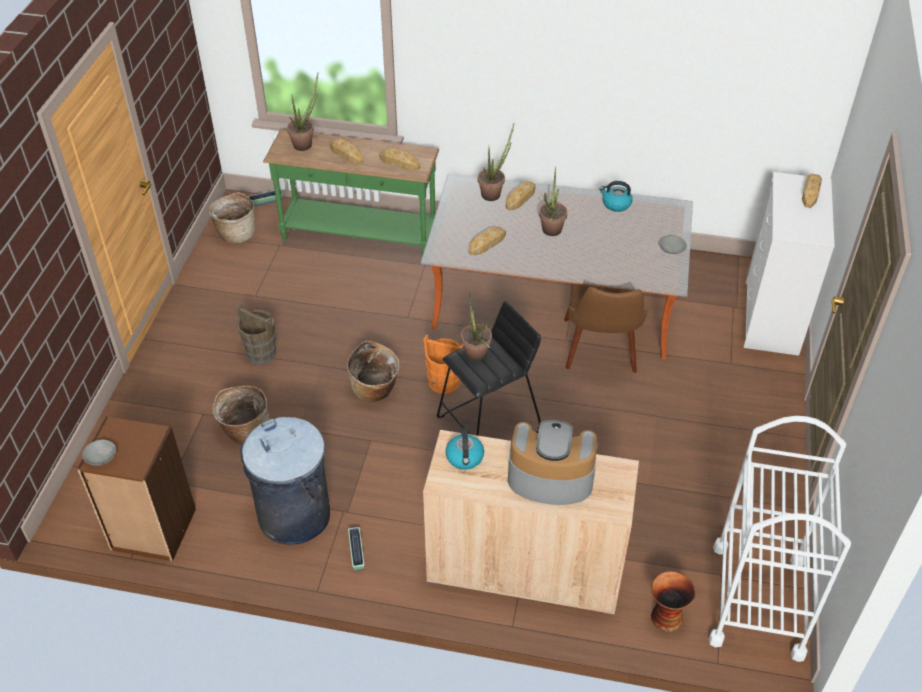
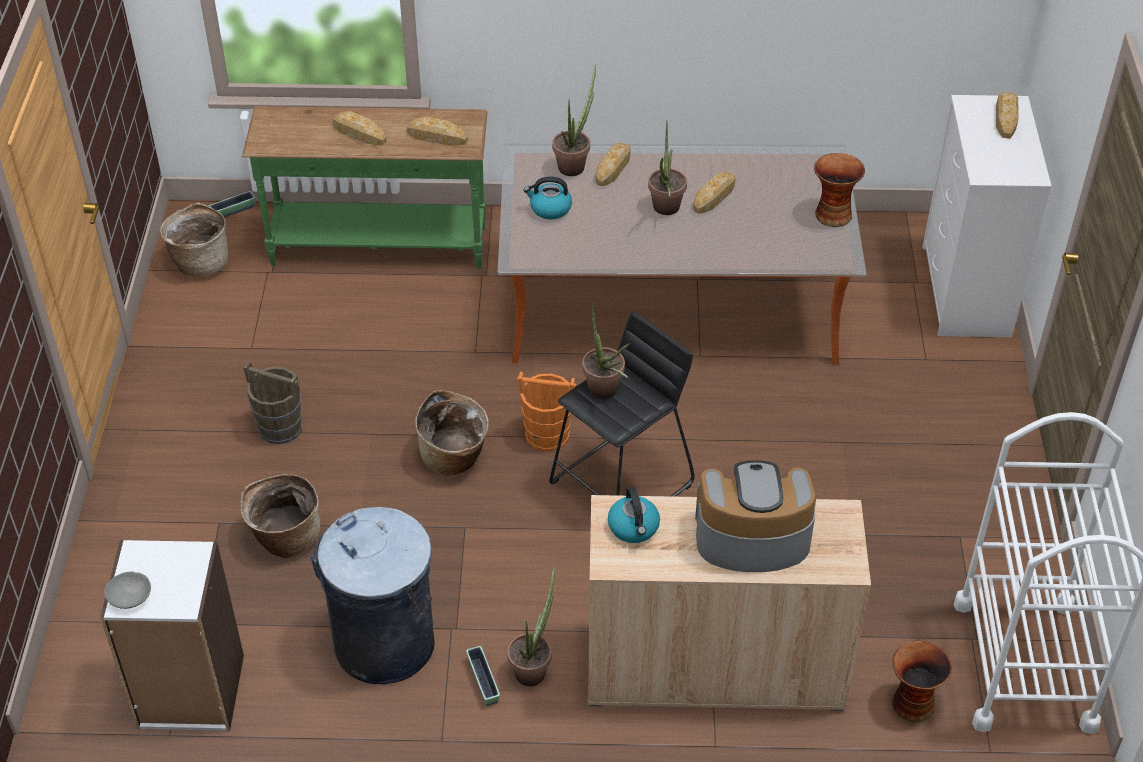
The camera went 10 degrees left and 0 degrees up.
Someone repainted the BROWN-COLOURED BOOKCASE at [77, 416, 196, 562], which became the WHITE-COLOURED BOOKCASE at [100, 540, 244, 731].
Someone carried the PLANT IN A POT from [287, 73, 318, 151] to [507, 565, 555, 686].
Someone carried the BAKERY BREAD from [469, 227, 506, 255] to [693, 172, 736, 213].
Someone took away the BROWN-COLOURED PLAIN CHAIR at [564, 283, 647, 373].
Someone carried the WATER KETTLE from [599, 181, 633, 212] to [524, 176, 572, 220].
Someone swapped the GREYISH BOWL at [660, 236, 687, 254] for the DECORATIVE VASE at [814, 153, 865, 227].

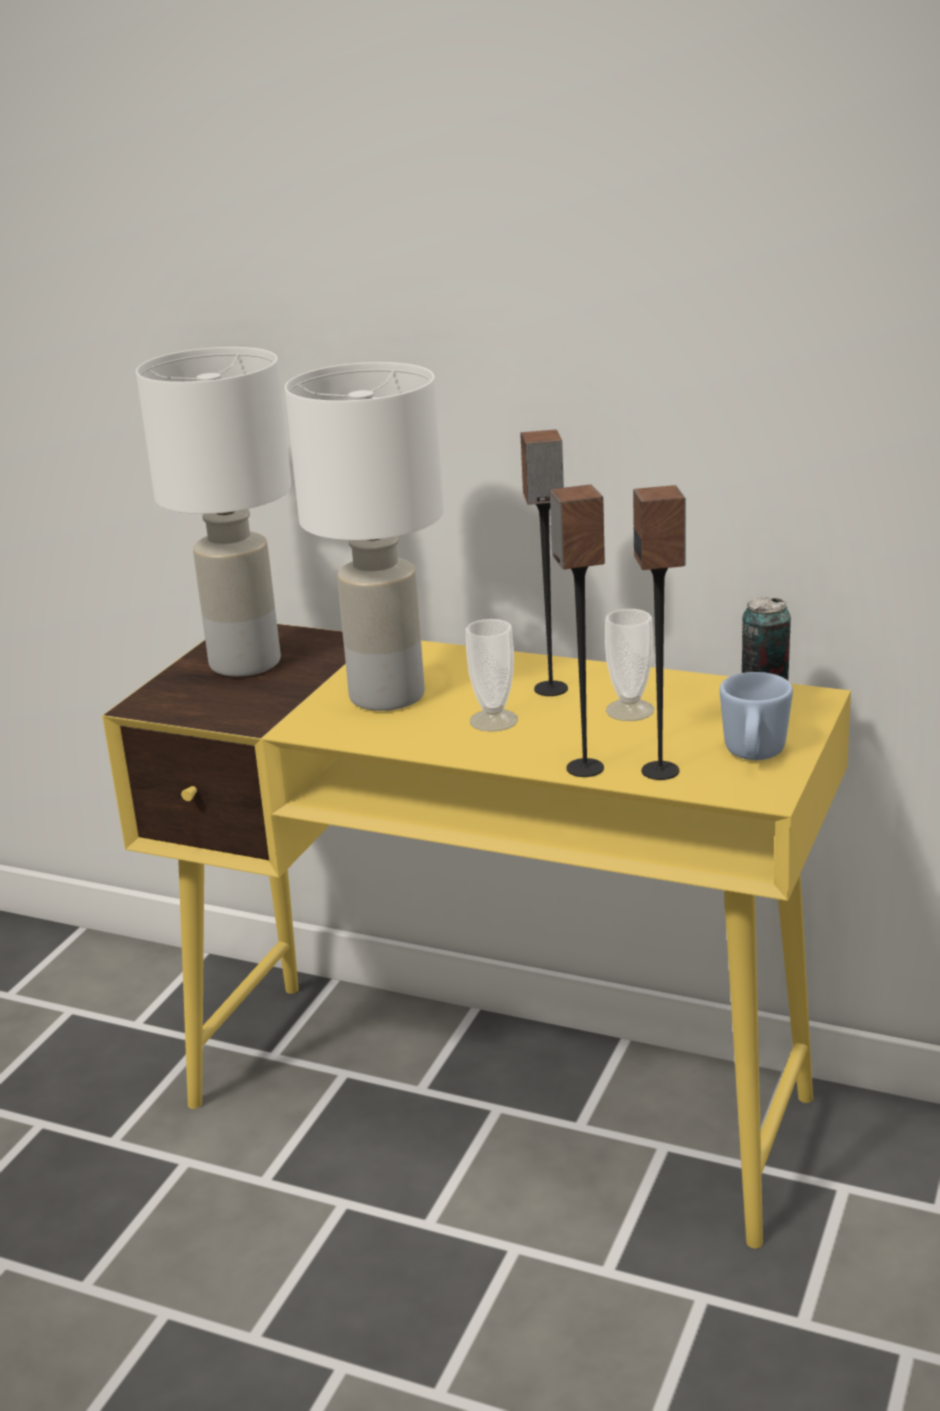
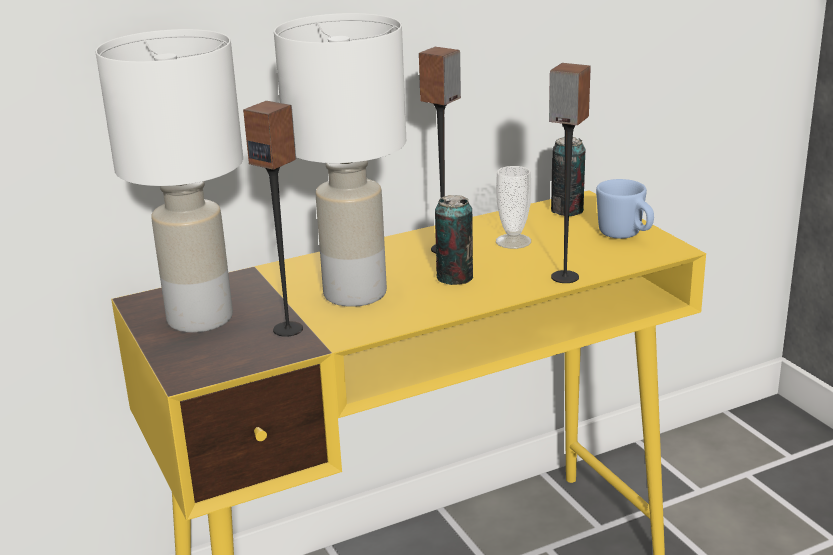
The camera went 50 degrees left and 0 degrees up.
Someone swapped the CUP at [466, 619, 518, 732] for the SEALED CAN at [435, 195, 473, 285].
Someone carried the LOUDSPEAKER from [633, 485, 686, 780] to [243, 101, 303, 337].

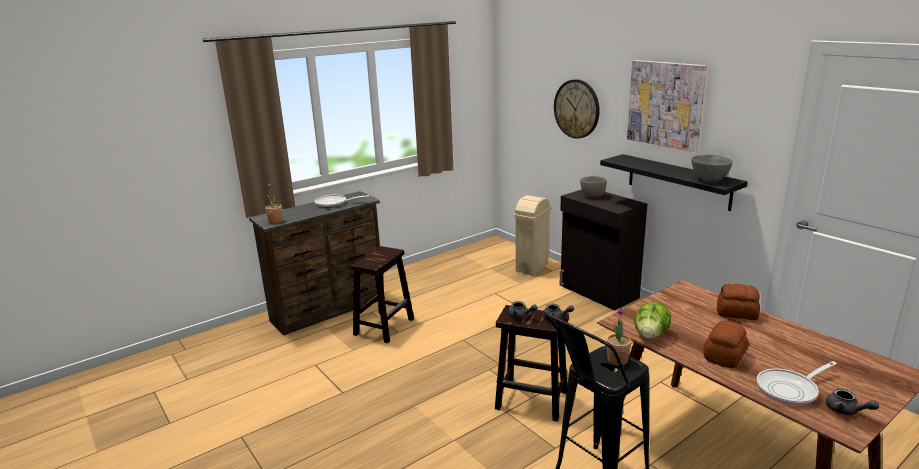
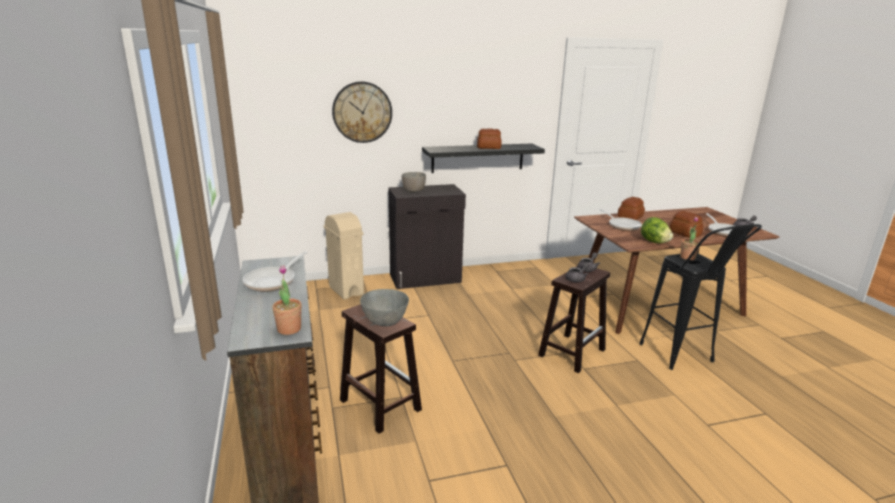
The camera went 70 degrees left and 0 degrees up.
Someone took away the WALL ART at [627, 60, 707, 152].
Someone carried the GREYISH BOWL from [691, 155, 733, 182] to [360, 289, 409, 326].
Someone put down the BAKERY BREAD at [477, 129, 501, 149].
Someone put down the FRYING PAN at [599, 209, 642, 231].

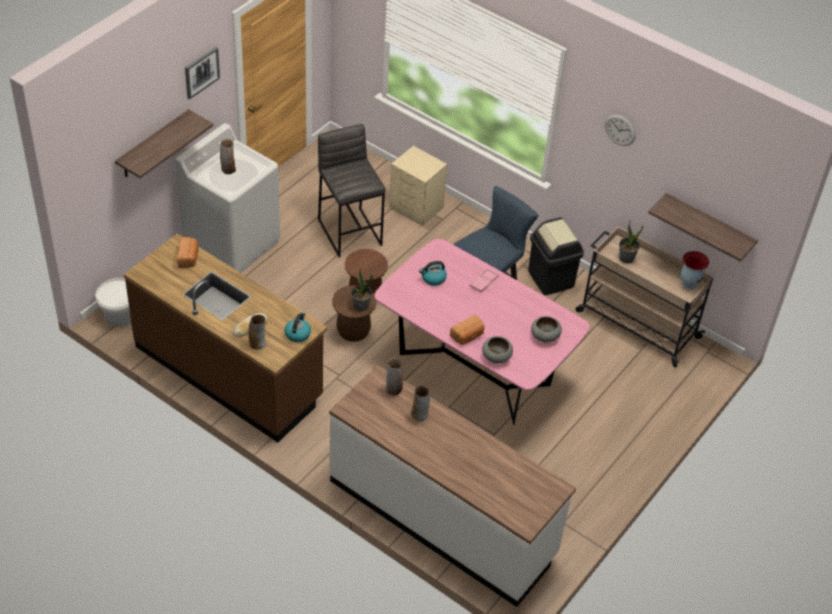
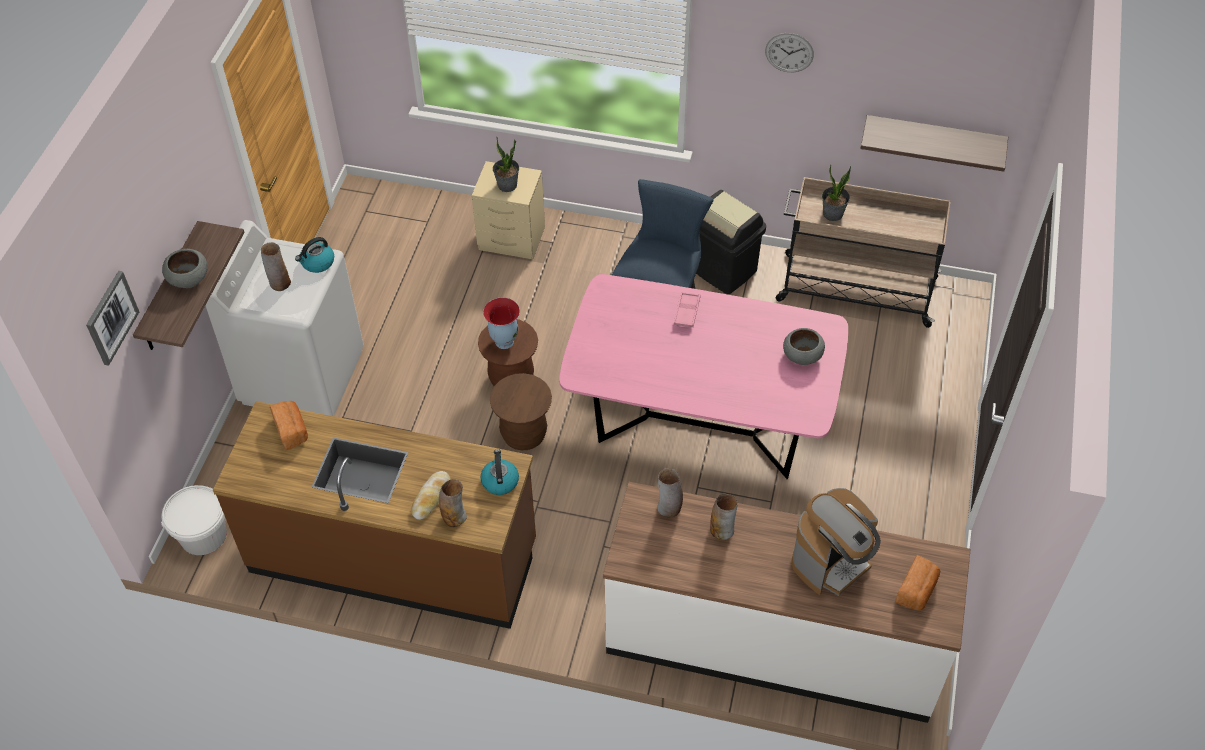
The camera went 20 degrees left and 5 degrees up.
Someone carried the WALL ART from [185, 47, 220, 99] to [86, 271, 139, 366].
Someone took away the GREYISH STOOL at [318, 124, 385, 257].
Someone carried the PLANT IN A POT from [351, 268, 373, 311] to [493, 137, 519, 192].
Someone carried the WATER KETTLE from [419, 261, 447, 286] to [295, 237, 334, 273].
Someone carried the BAKERY BREAD from [450, 315, 484, 345] to [895, 555, 940, 611].
Someone carried the GREYISH BOWL from [482, 336, 513, 364] to [162, 249, 208, 288].
Someone carried the DECORATIVE VASE from [681, 251, 709, 290] to [483, 298, 520, 349].
Someone put down the COFFEE BREWER at [791, 488, 881, 596].

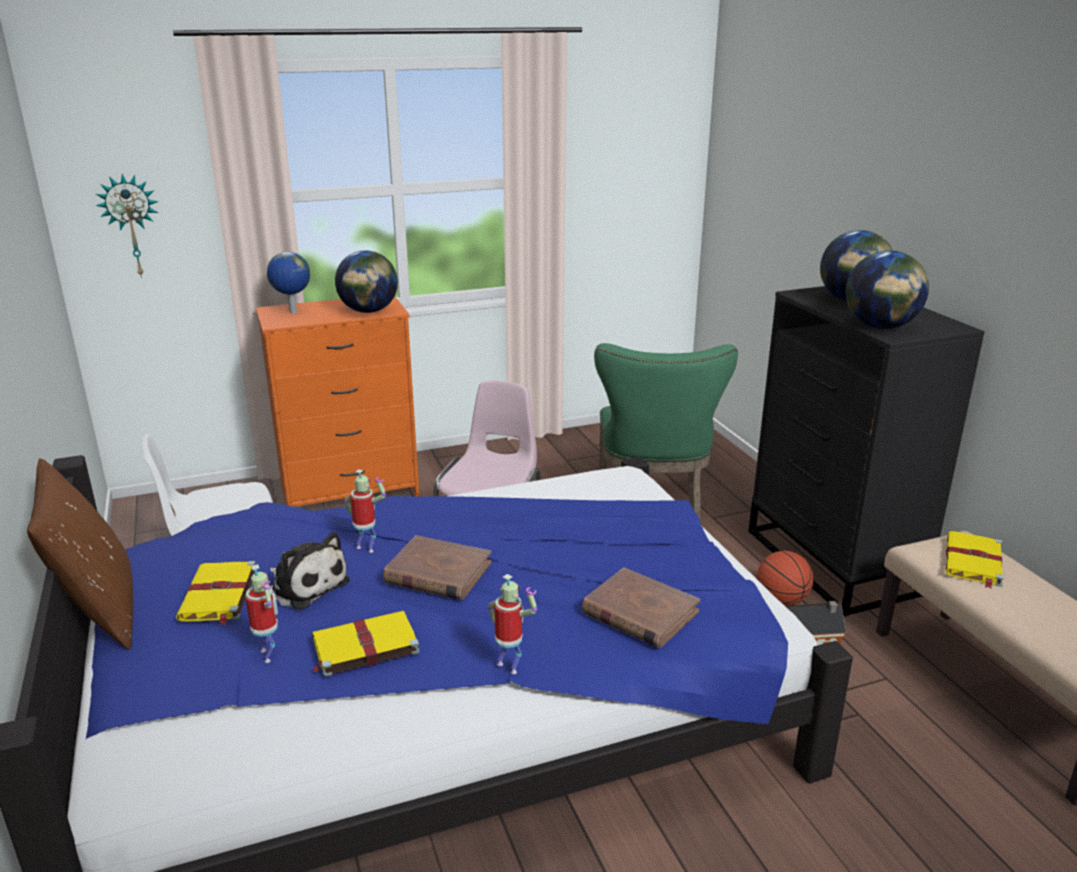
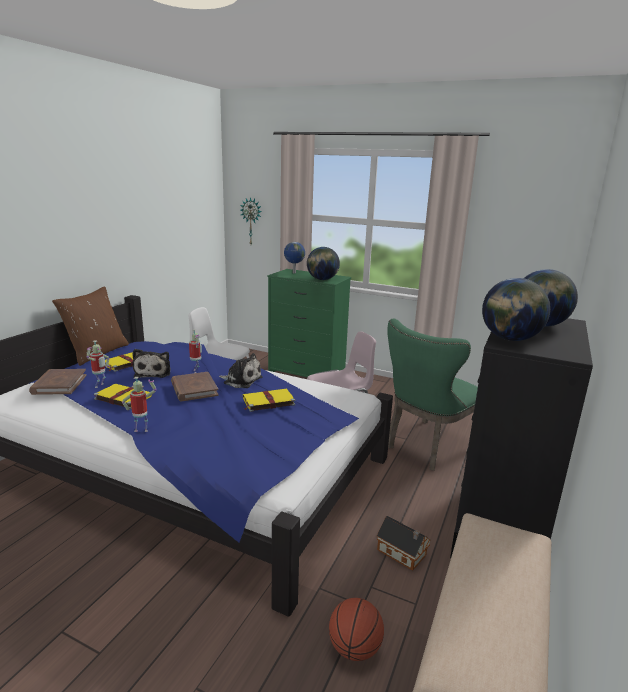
The camera went 45 degrees right and 5 degrees down.
Someone repainted the ORANGE-COLOURED DRESSER at [256, 296, 419, 507], which became the GREEN-COLOURED DRESSER at [268, 269, 351, 377].
Someone rotated the ROBOT FIGURE at [487, 574, 537, 674] by 90 degrees counterclockwise.
Someone carried the BROWN-COLOURED BOOK from [582, 567, 700, 648] to [29, 369, 87, 395].
Someone carried the BASKETBALL from [757, 551, 814, 606] to [329, 598, 384, 661].
Someone carried the YELLOW-COLOURED BOOK from [945, 531, 1004, 589] to [243, 389, 295, 412].
Someone put down the PLUSH TOY at [219, 353, 263, 388].

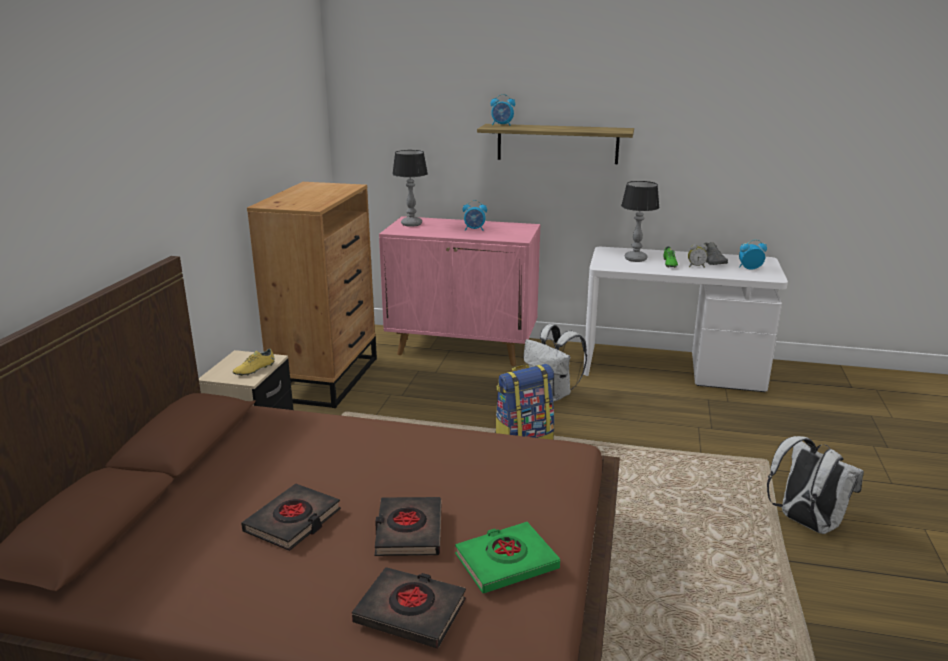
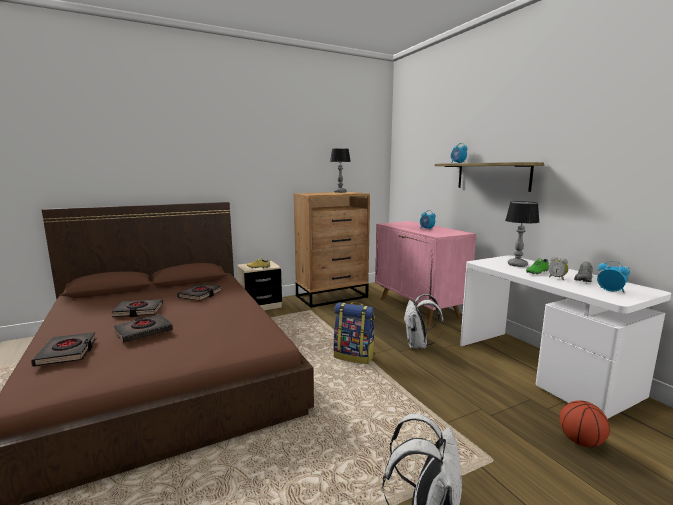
The camera went 50 degrees right and 10 degrees down.
Someone carried the TABLETOP LAMP from [392, 150, 428, 227] to [330, 148, 351, 193].
Someone took away the GREEN-COLOURED BOOK at [455, 522, 560, 593].
Someone put down the BLACK-COLOURED BOOK at [177, 284, 222, 301].
Someone put down the BASKETBALL at [560, 400, 610, 447].

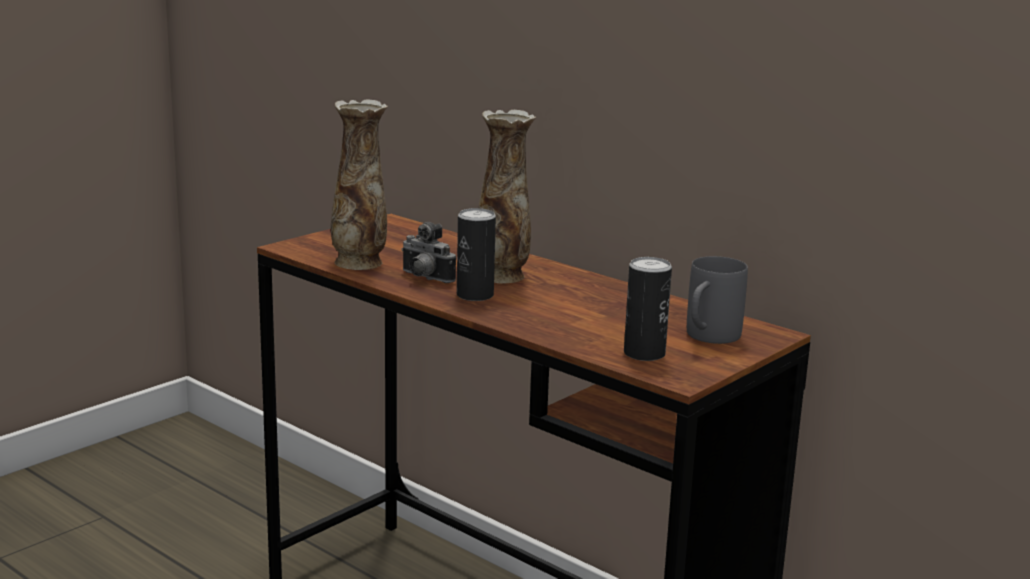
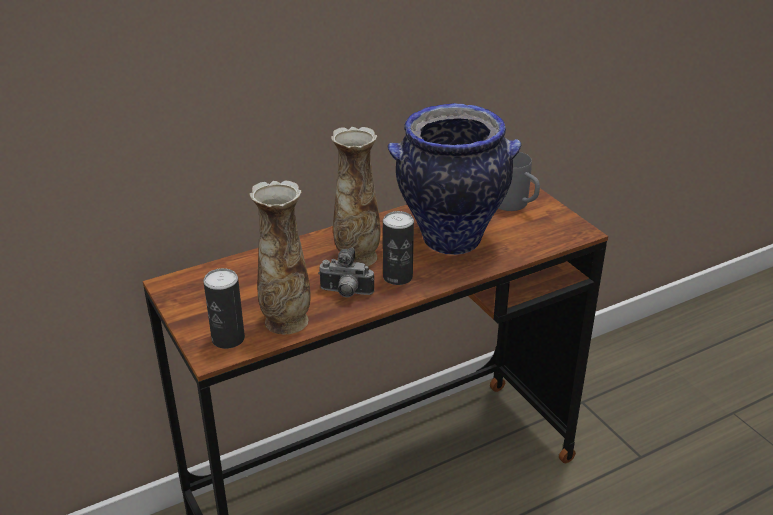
The camera went 70 degrees left and 15 degrees up.
Someone rotated the STILL CAMERA at [401, 222, 456, 283] by 45 degrees clockwise.
Someone carried the SEALED CAN from [624, 257, 672, 361] to [203, 268, 245, 349].
Someone put down the DECORATIVE VASE at [388, 103, 521, 255].

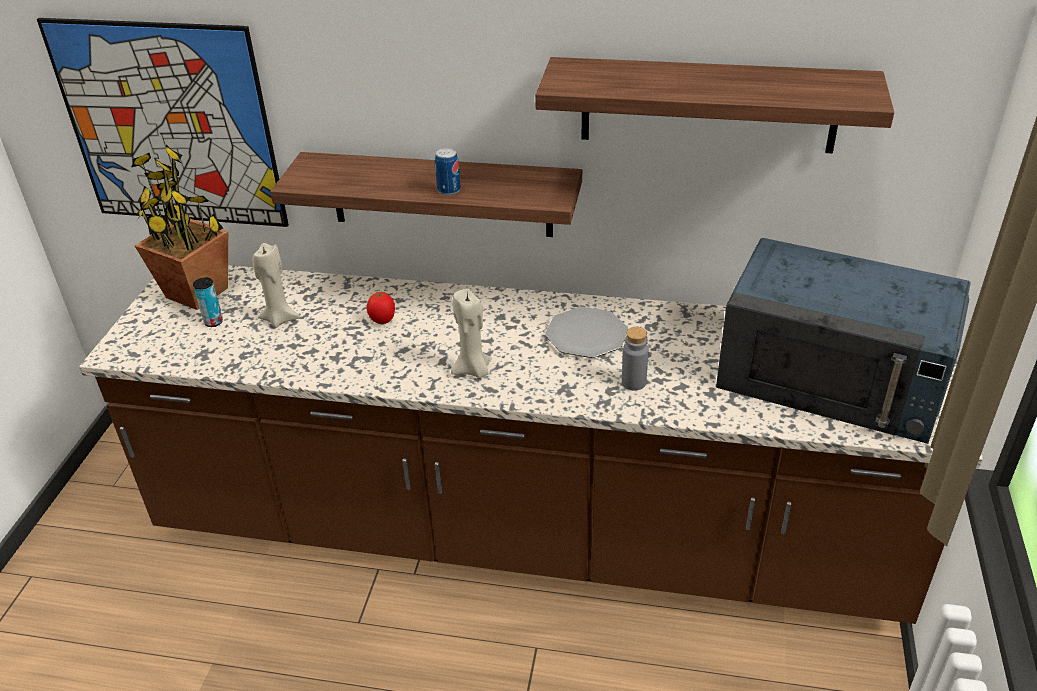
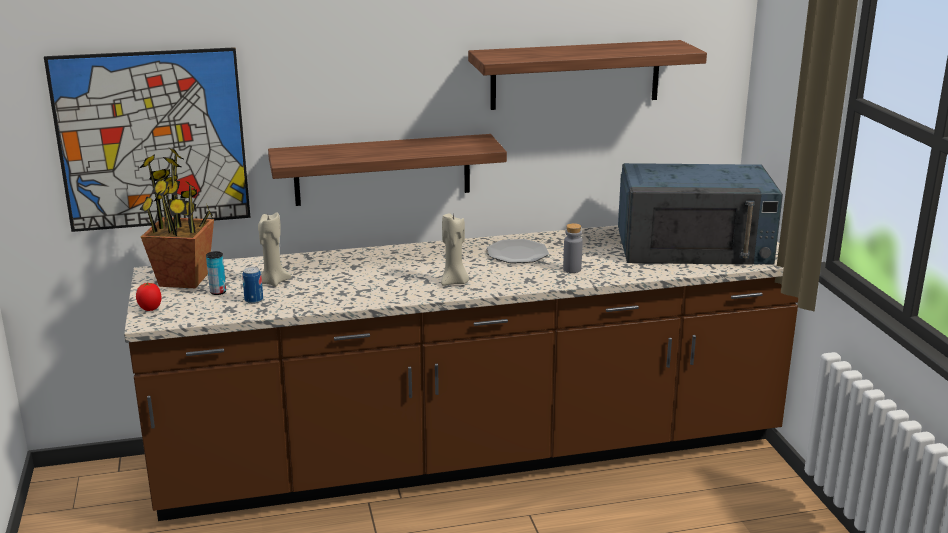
The camera went 25 degrees left and 15 degrees down.
Someone carried the TOMATO from [367, 292, 395, 324] to [136, 282, 161, 311].
Someone carried the SEALED CAN from [435, 148, 461, 195] to [242, 267, 263, 304].

